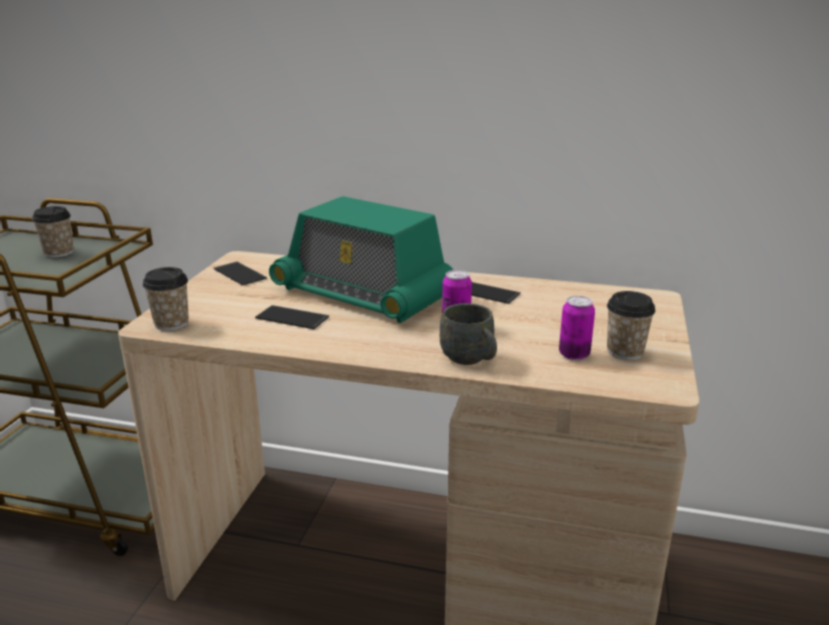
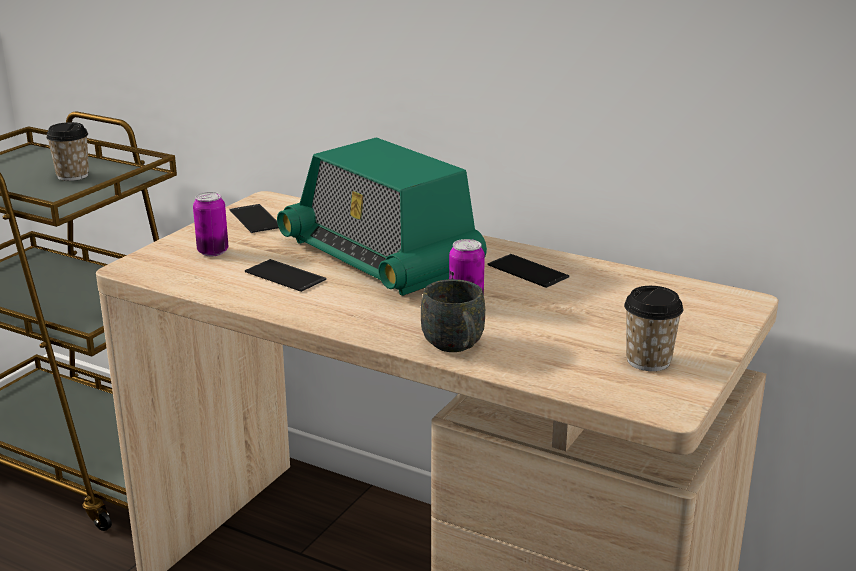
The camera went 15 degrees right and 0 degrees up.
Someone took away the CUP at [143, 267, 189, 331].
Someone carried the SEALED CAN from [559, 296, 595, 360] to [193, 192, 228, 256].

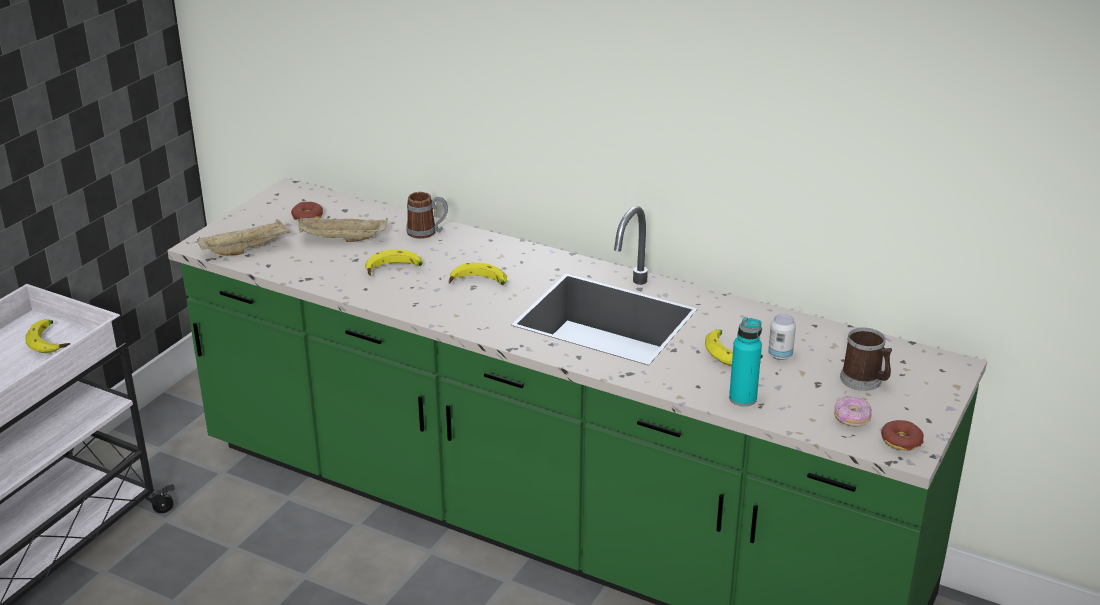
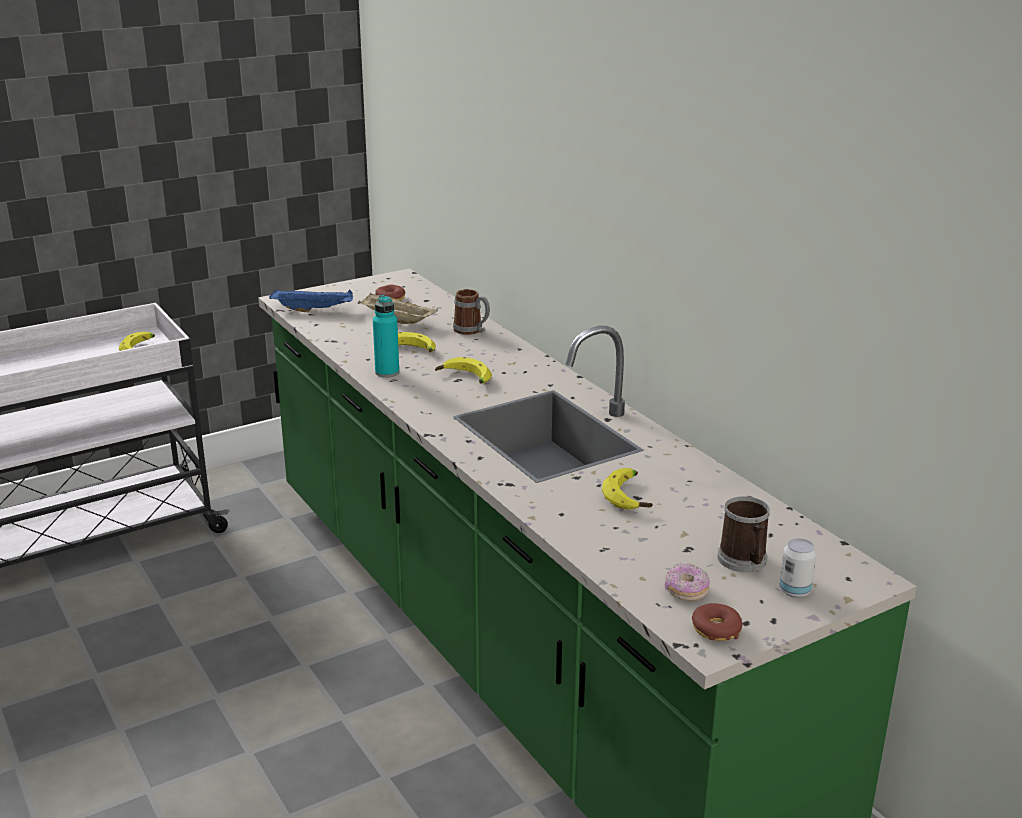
The camera went 30 degrees right and 5 degrees down.
Someone repainted the BEIGE SERVING TRAY at [197, 219, 291, 255], which became the BLUISH SERVING TRAY at [269, 289, 353, 312].
Someone carried the TURQUOISE-COLOURED DRINK BOTTLE from [729, 317, 762, 407] to [373, 295, 399, 378].
Someone carried the SEALED CAN from [768, 314, 796, 360] to [779, 538, 816, 598].

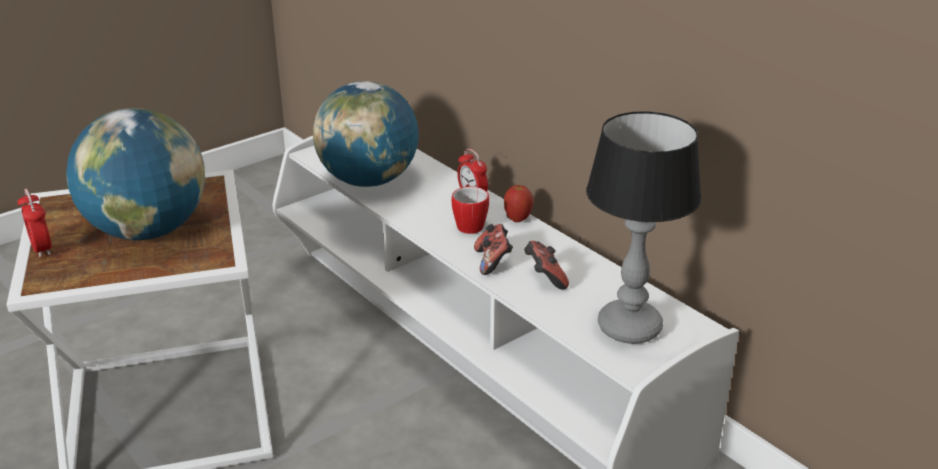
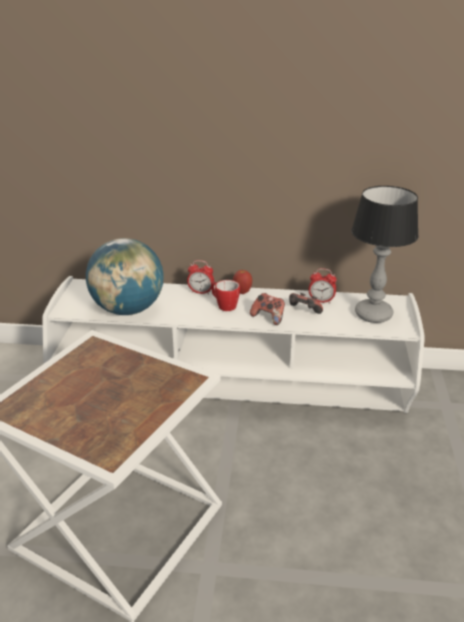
The camera went 45 degrees left and 0 degrees up.
Someone carried the ALARM CLOCK from [18, 189, 52, 257] to [308, 268, 337, 303].
Someone took away the DESK GLOBE at [66, 108, 205, 240].

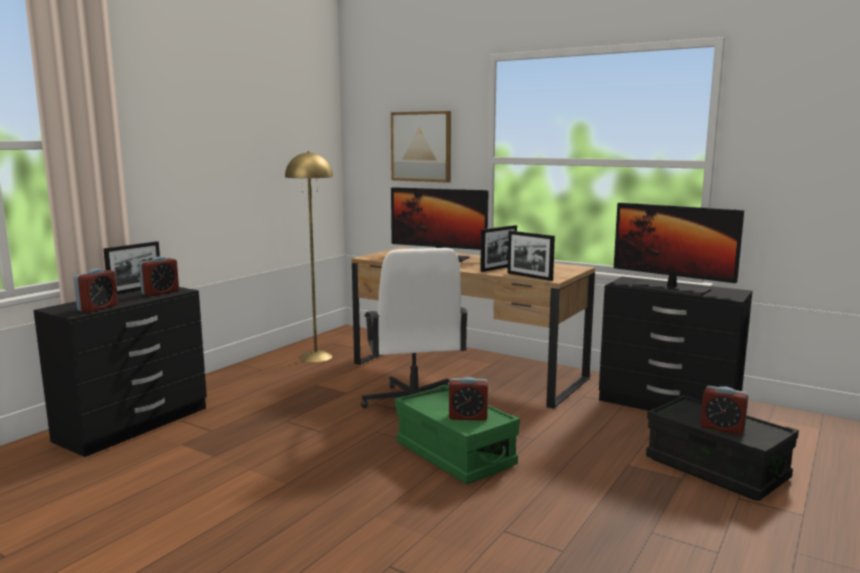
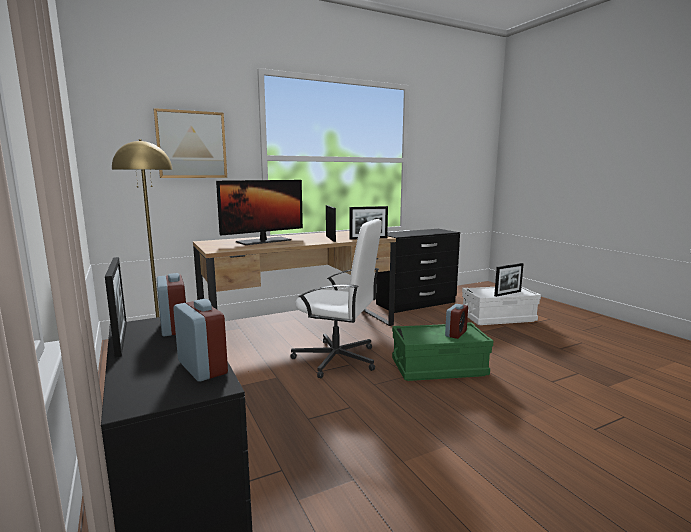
The camera went 60 degrees left and 0 degrees up.
Someone took away the COMPUTER SCREEN at [614, 203, 744, 296].
Someone repainted the BLACK-COLOURED STORAGE BIN at [646, 395, 799, 501], which became the WHITE-COLOURED STORAGE BIN at [462, 286, 541, 325].
Someone swapped the ALARM CLOCK at [700, 386, 749, 435] for the PHOTO FRAME at [494, 263, 524, 297].

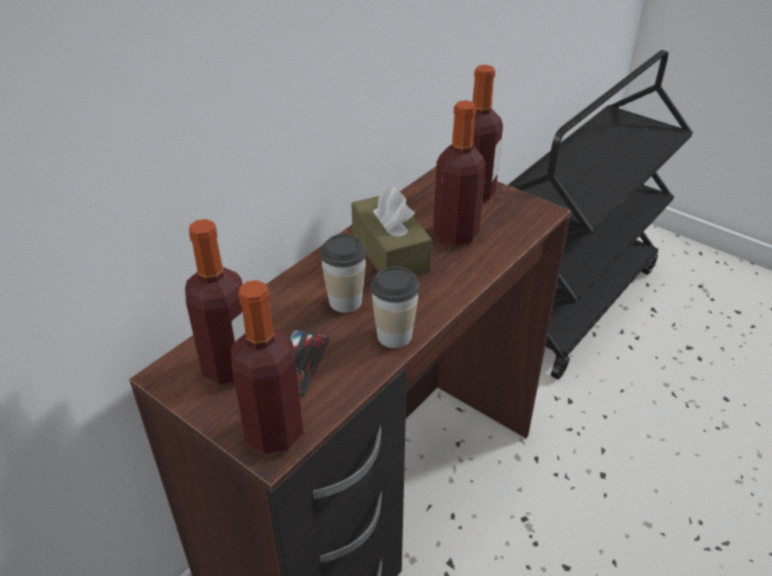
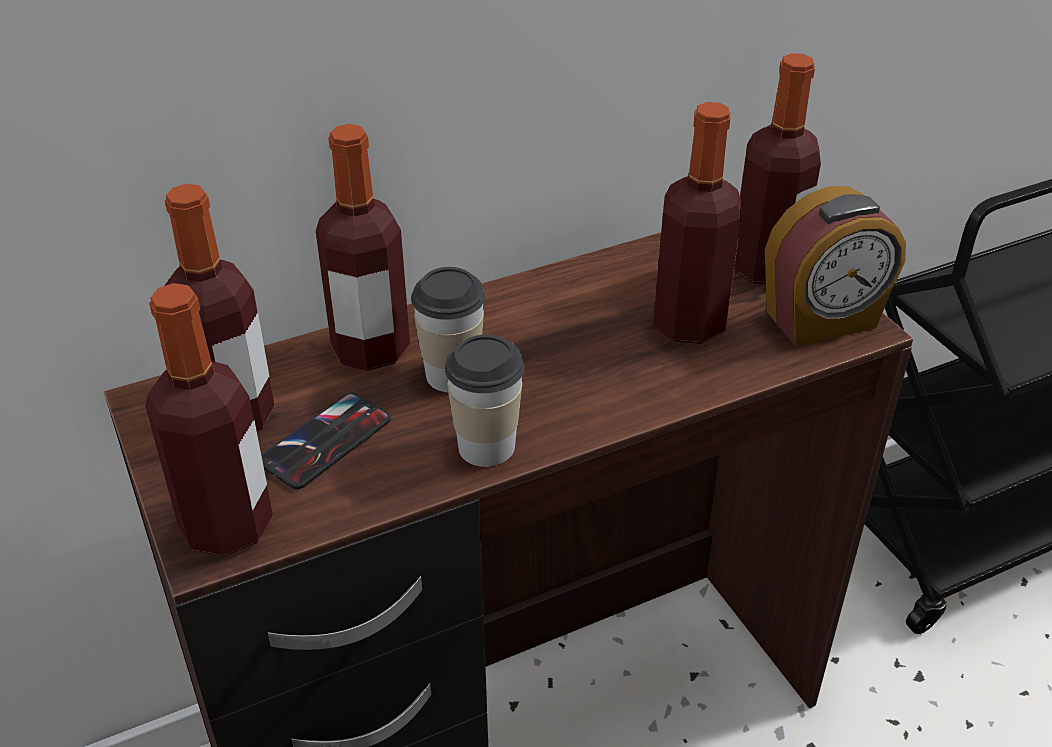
The camera went 25 degrees right and 0 degrees up.
Someone took away the BROWN-COLOURED TISSUE BOX at [351, 184, 432, 275].
Someone put down the DRINK BOTTLE at [316, 124, 410, 371].
Someone put down the ALARM CLOCK at [765, 186, 906, 347].

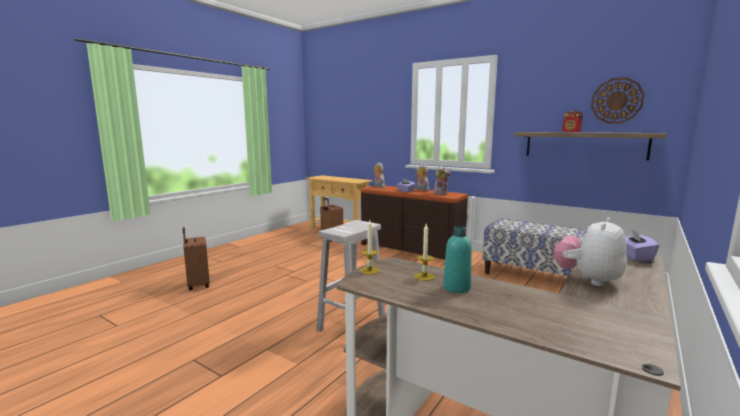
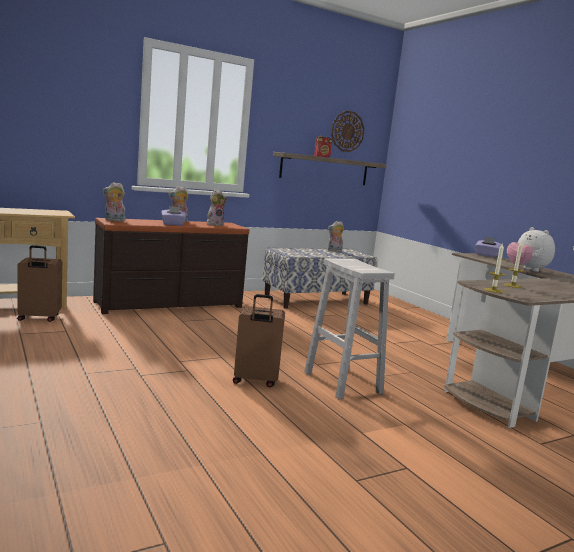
The camera went 65 degrees left and 0 degrees up.
Someone carried the BROWN-COLOURED SUITCASE from [183, 227, 210, 290] to [233, 294, 285, 387].
Someone took away the TURQUOISE-COLOURED DRINK BOTTLE at [443, 226, 472, 293].
Someone put down the PLUSH TOY at [328, 221, 344, 252].

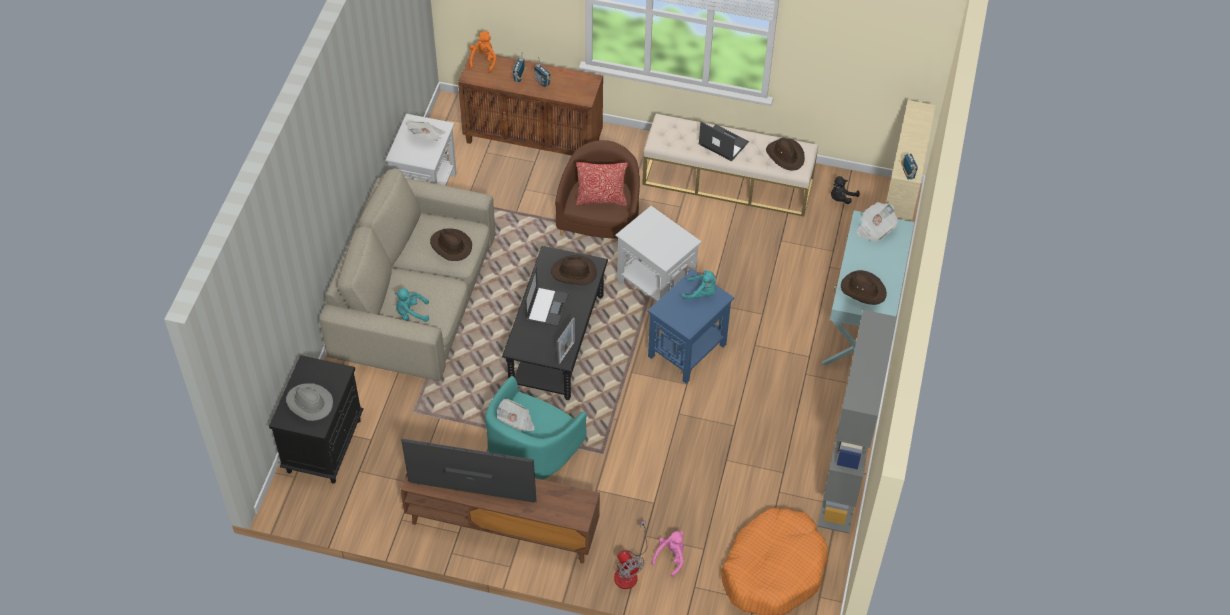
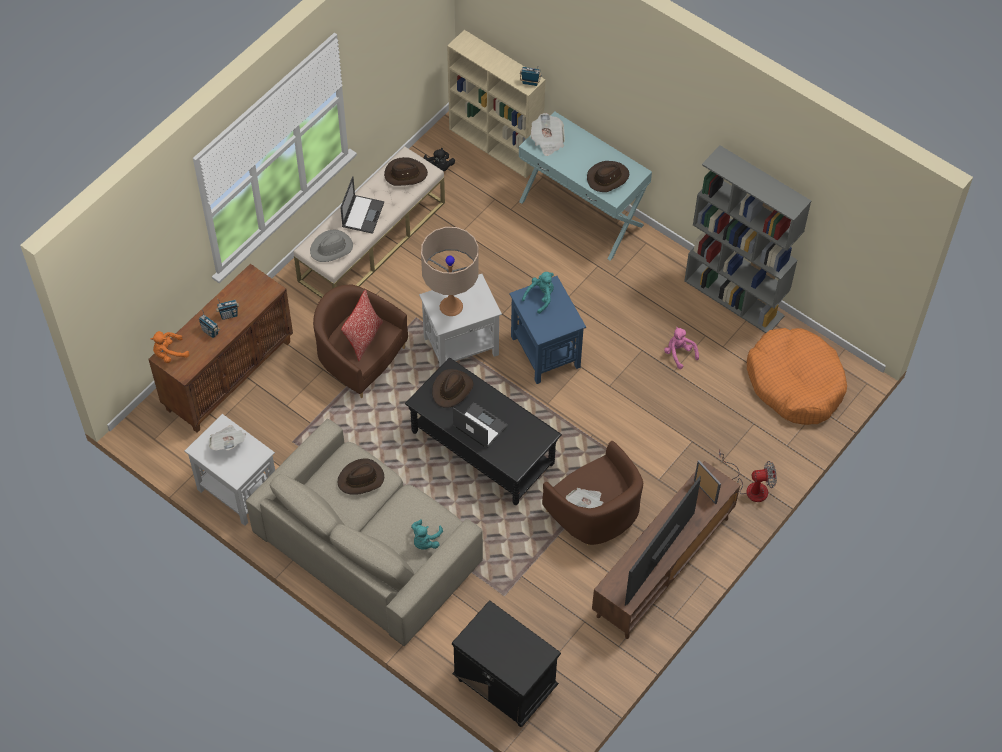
The camera went 65 degrees left and 5 degrees up.
Someone carried the GREYISH WEARABLE HAT from [286, 383, 333, 421] to [310, 229, 353, 262].
Someone rotated the ORANGE-COLOURED PLUSH TOY at [469, 31, 496, 73] by 60 degrees counterclockwise.
Someone repainted the TURQUOISE-COLOURED EASY CHAIR at [485, 376, 587, 480], which became the BROWN-COLOURED EASY CHAIR at [542, 441, 643, 546].
Someone carried the PHOTO FRAME from [557, 318, 575, 366] to [694, 460, 721, 504].
Someone carried the PINK PLUSH TOY from [651, 531, 684, 577] to [664, 327, 699, 369].
Someone rotated the PORTABLE COMPUTER at [698, 122, 749, 161] by 135 degrees clockwise.
Someone put down the BEIGE TABLETOP LAMP at [421, 227, 479, 316].

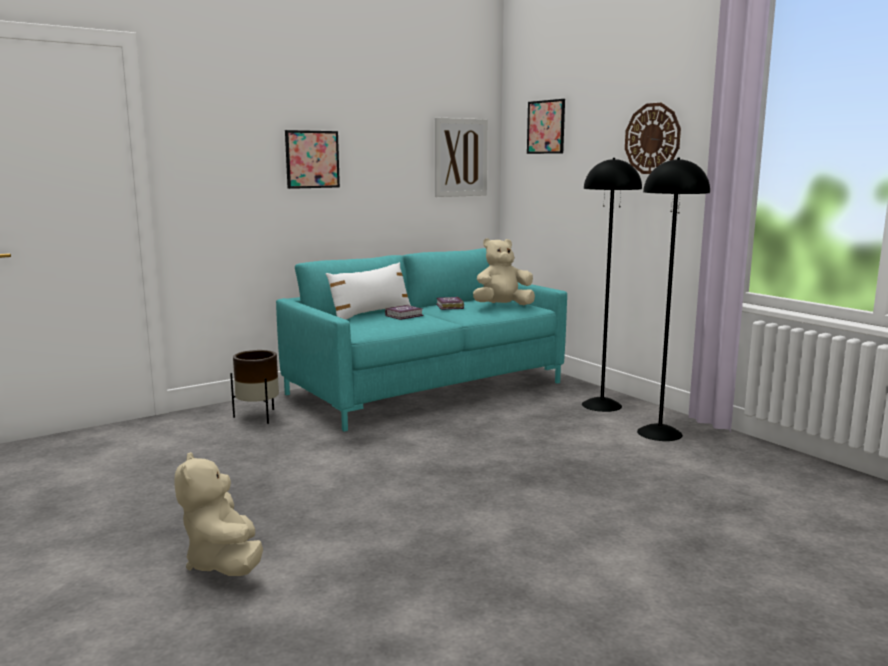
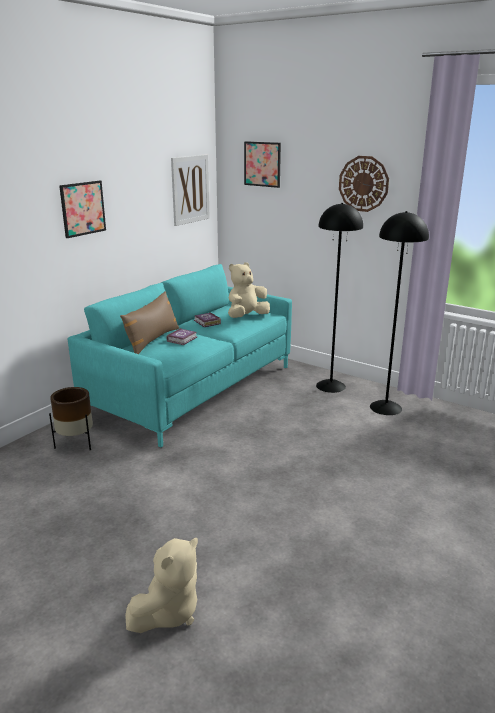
The camera went 20 degrees left and 10 degrees up.
Someone rotated the BEIGE PLUSH TOY at [175, 452, 263, 576] by 105 degrees counterclockwise.
Someone repainted the WHITE-COLOURED THROW PILLOW at [326, 262, 411, 320], which became the BROWN-COLOURED THROW PILLOW at [120, 291, 179, 354].

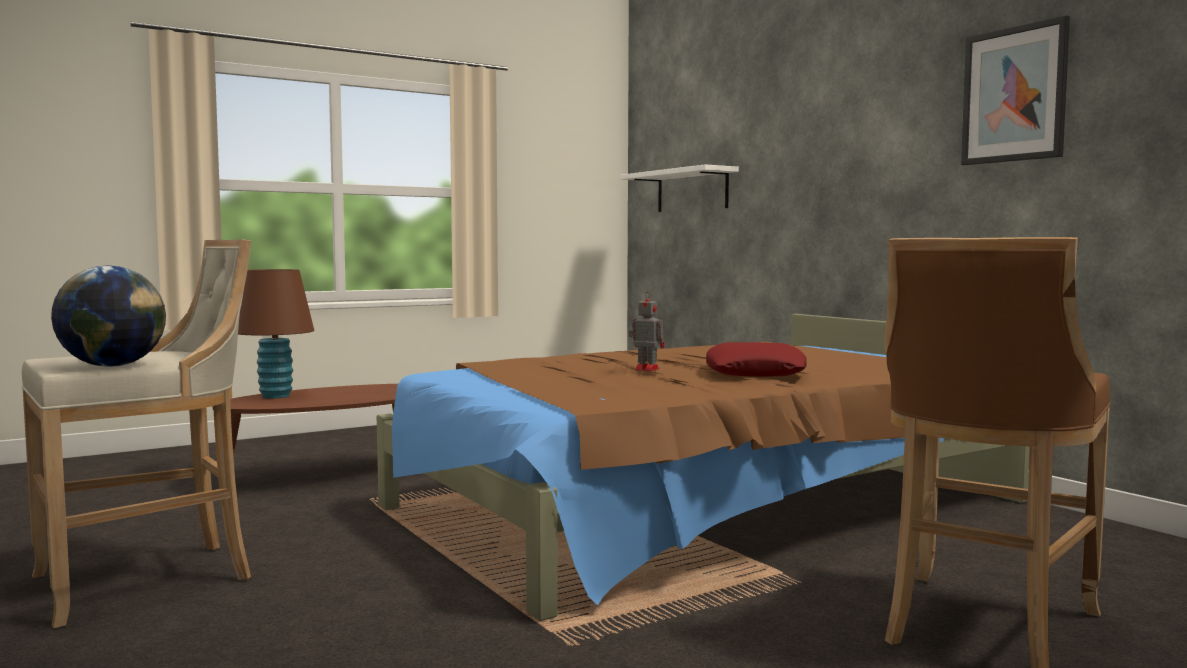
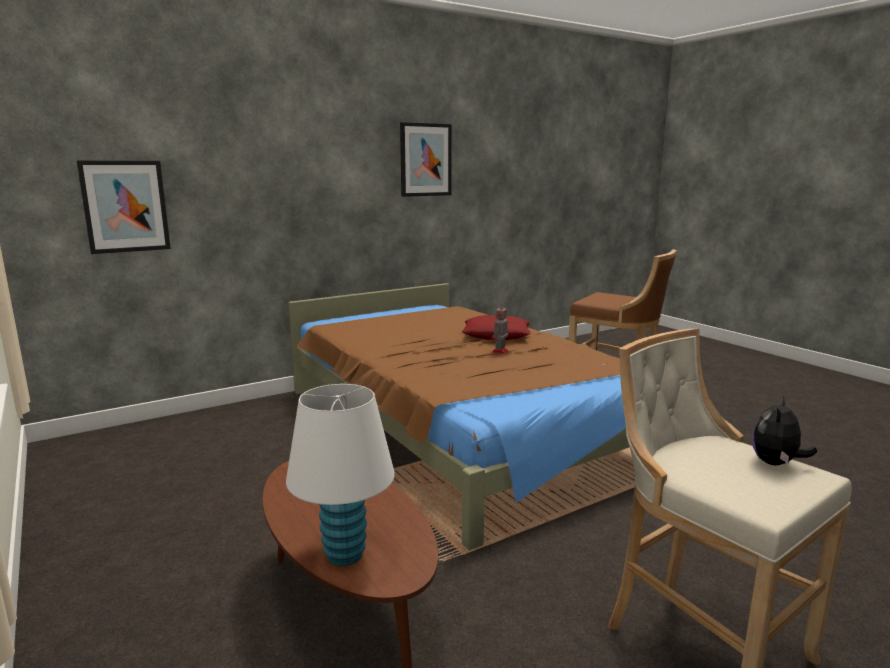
The camera went 90 degrees left and 10 degrees up.
Someone swapped the DESK GLOBE at [51, 265, 166, 367] for the PLUSH TOY at [752, 396, 817, 465].
Someone repainted the BROWN-COLOURED TABLETOP LAMP at [238, 269, 314, 398], which became the WHITE-COLOURED TABLETOP LAMP at [286, 384, 395, 566].
Someone swapped the WHITE-COLOURED BRACKET SHELF at [620, 164, 739, 212] for the WALL ART at [76, 160, 171, 254].

